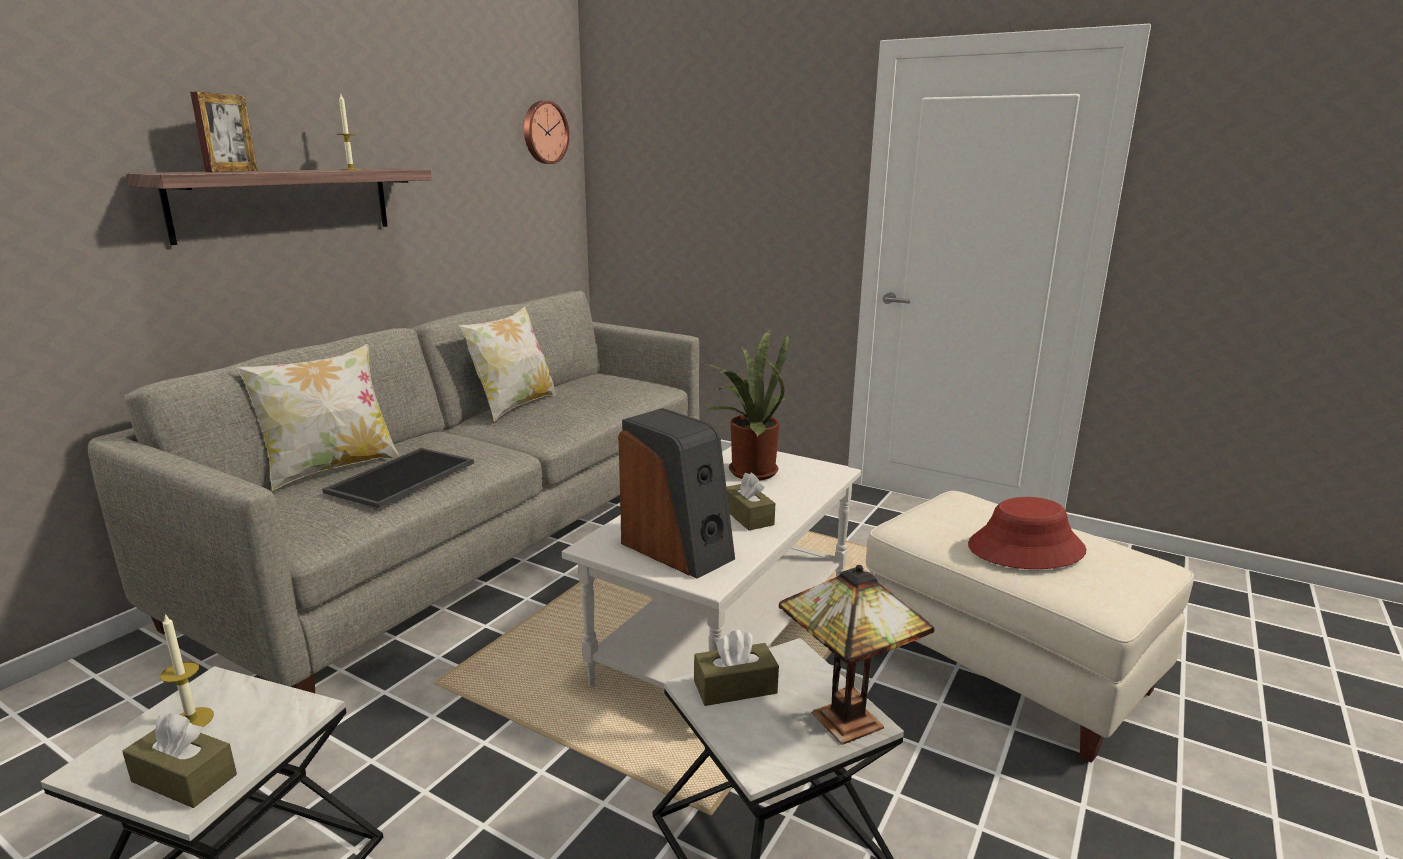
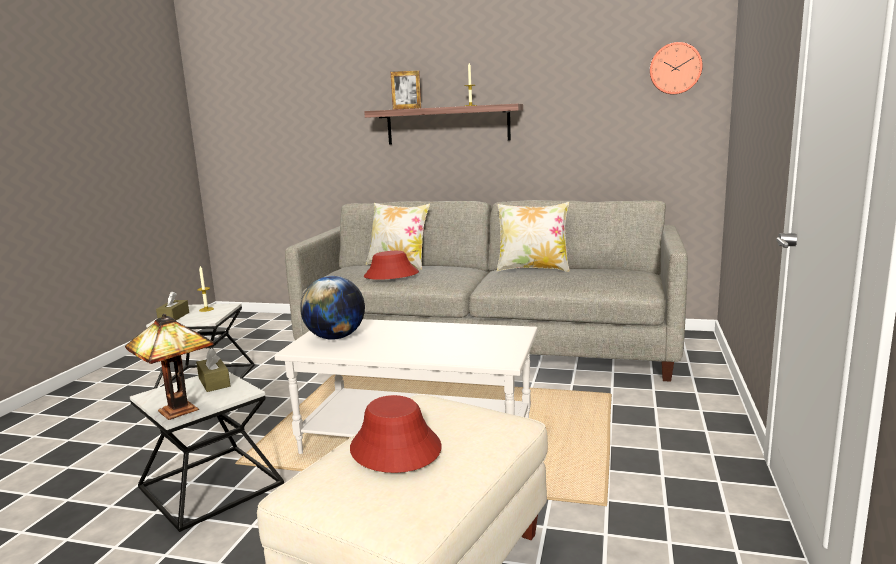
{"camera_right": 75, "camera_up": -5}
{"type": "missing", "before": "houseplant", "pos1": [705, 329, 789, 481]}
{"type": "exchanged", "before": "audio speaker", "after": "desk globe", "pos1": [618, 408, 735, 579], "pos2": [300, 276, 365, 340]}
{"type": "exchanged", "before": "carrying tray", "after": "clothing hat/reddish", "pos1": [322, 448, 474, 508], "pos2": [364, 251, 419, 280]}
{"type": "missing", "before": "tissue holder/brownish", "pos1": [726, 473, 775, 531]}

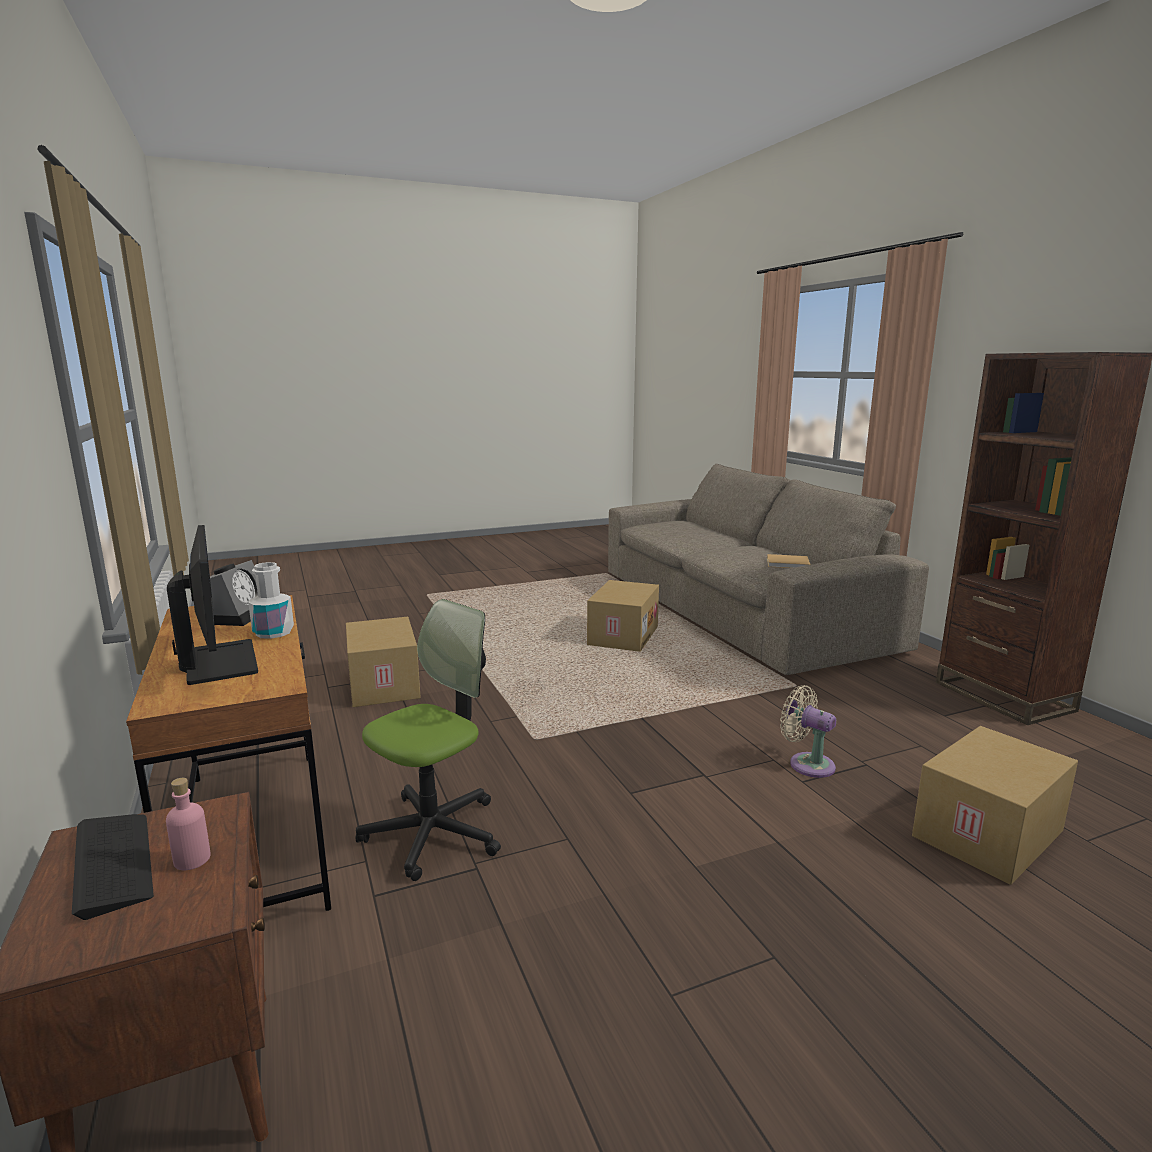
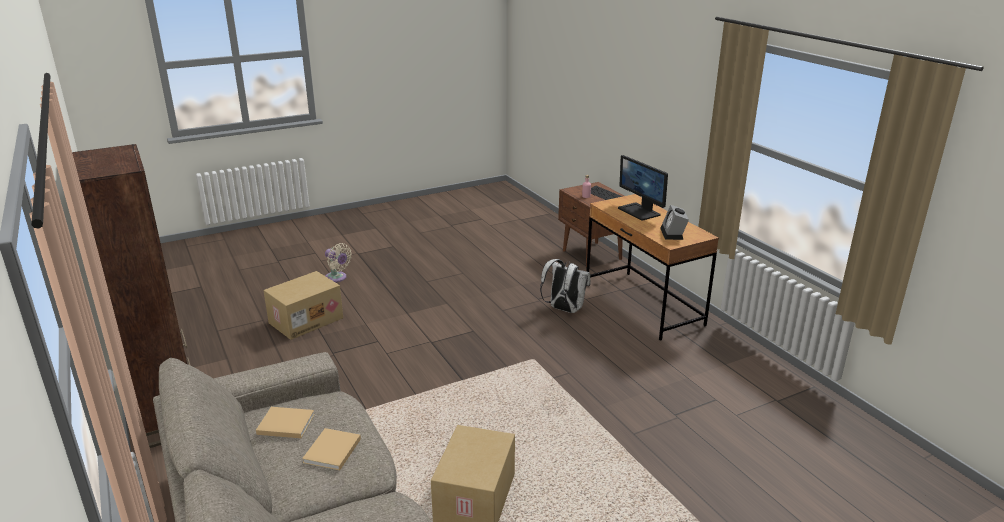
{"camera_right": 175, "camera_up": 10}
{"type": "missing", "before": "bottle/whitish", "pos1": [248, 562, 294, 639]}
{"type": "exchanged", "before": "desk chair", "after": "backpack/whitish", "pos1": [356, 599, 501, 881], "pos2": [540, 259, 590, 313]}
{"type": "missing", "before": "carton", "pos1": [346, 617, 421, 707]}
{"type": "relocated", "before": "electric fan/sand-coloured", "pos1": [780, 685, 836, 778], "pos2": [325, 243, 352, 282]}
{"type": "appeared", "after": "bound book/sand-coloured", "pos2": [302, 428, 361, 470]}

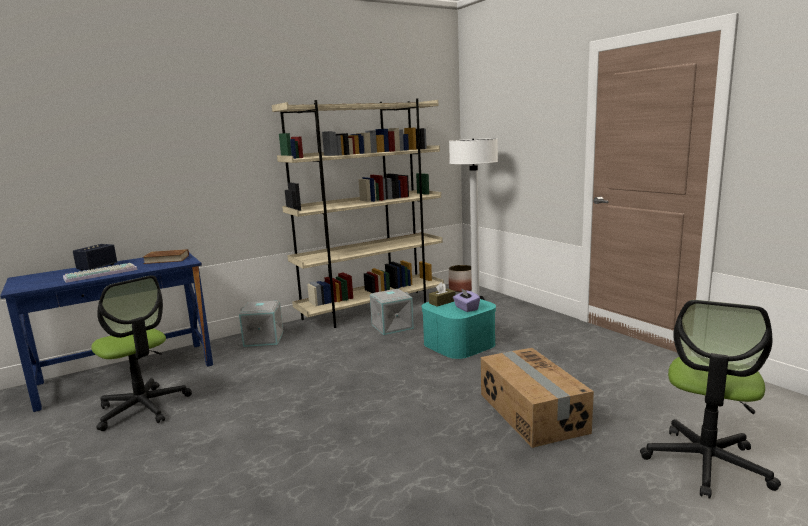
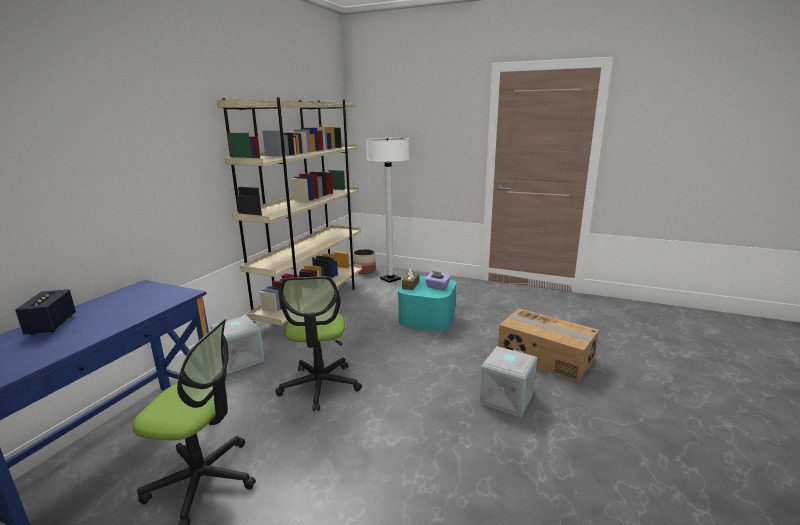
{"camera_right": -35, "camera_up": 5}
{"type": "missing", "before": "bound book/brownish", "pos1": [142, 249, 189, 264]}
{"type": "missing", "before": "keyboard", "pos1": [63, 263, 138, 283]}
{"type": "relocated", "before": "storage bin/gray", "pos1": [370, 289, 414, 335], "pos2": [479, 346, 537, 417]}
{"type": "relocated", "before": "desk chair", "pos1": [640, 300, 781, 499], "pos2": [276, 276, 362, 411]}

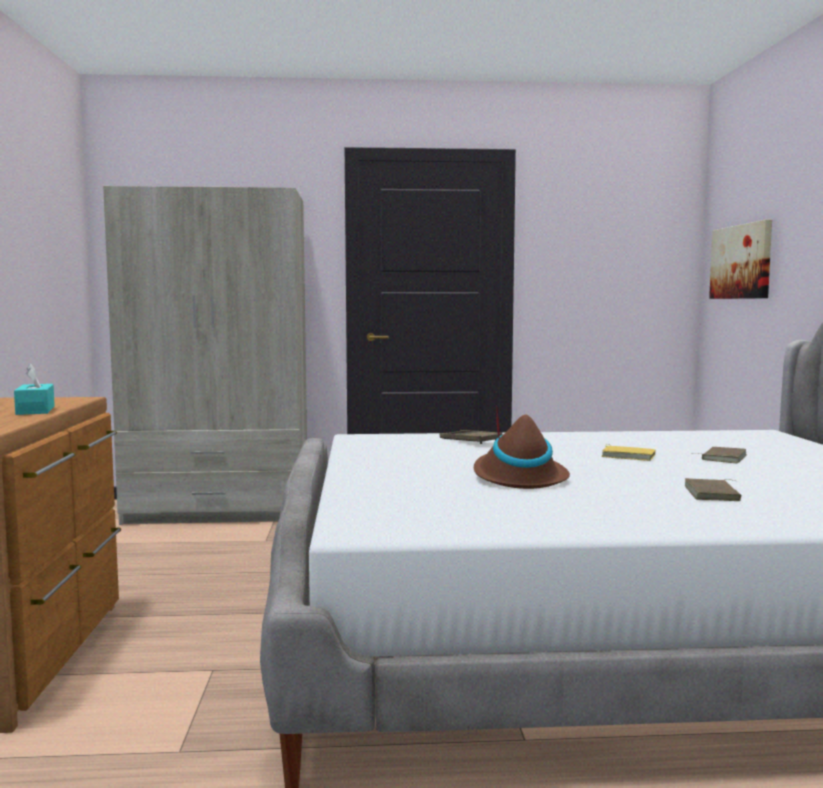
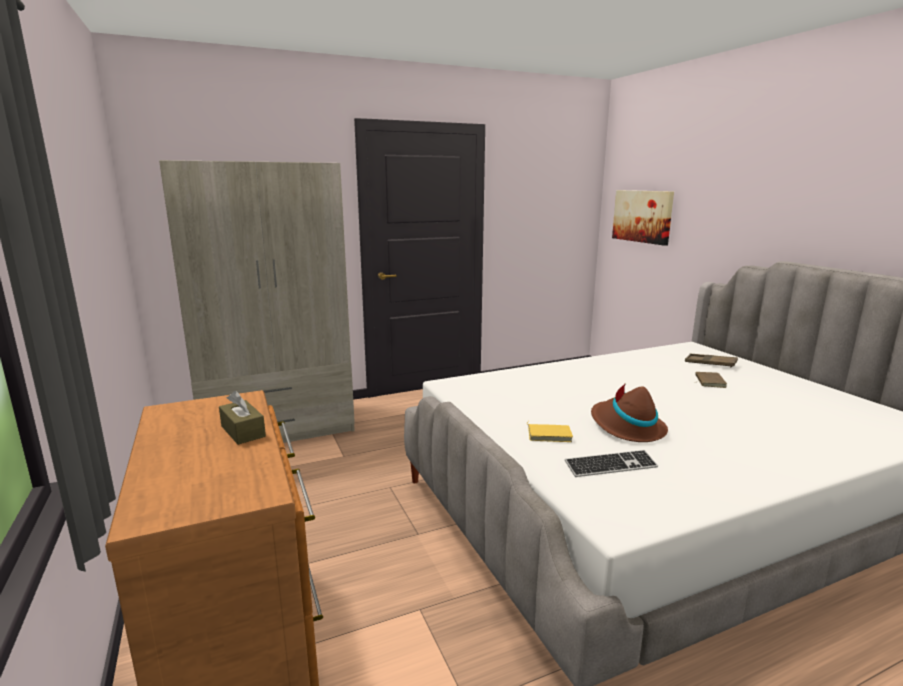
{"camera_right": -20, "camera_up": 10}
{"type": "colour", "before": "tissue holder/blue-green", "after": "tissue holder/brownish", "pos1": [14, 364, 55, 415], "pos2": [219, 391, 266, 445]}
{"type": "relocated", "before": "carrying tray/brownish", "pos1": [440, 430, 503, 444], "pos2": [685, 354, 738, 367]}
{"type": "relocated", "before": "bound book/yellow-coloured", "pos1": [601, 444, 655, 461], "pos2": [527, 421, 573, 442]}
{"type": "missing", "before": "bound book/brownish", "pos1": [685, 478, 741, 501]}
{"type": "appeared", "after": "keyboard", "pos2": [565, 450, 658, 477]}

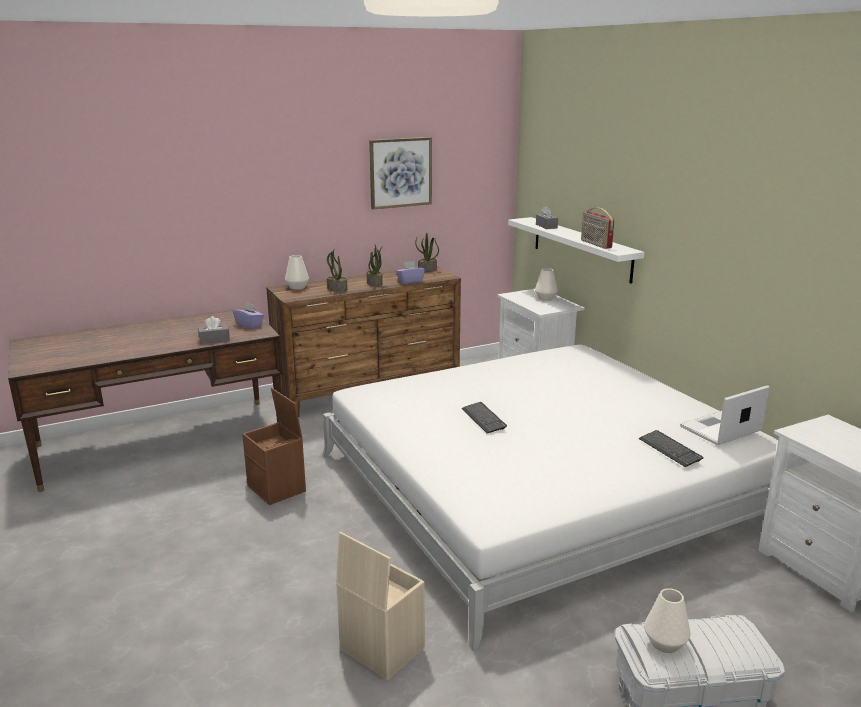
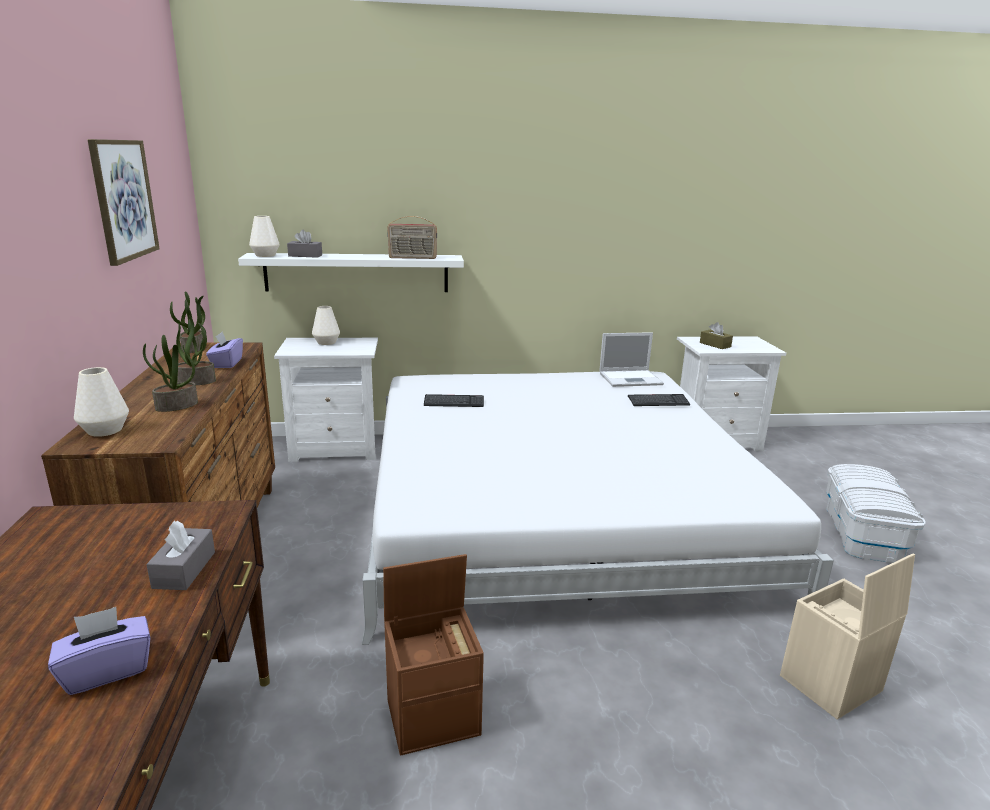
{"camera_right": -70, "camera_up": 0}
{"type": "relocated", "before": "tissue holder/purplish", "pos1": [233, 303, 264, 329], "pos2": [48, 607, 151, 695]}
{"type": "spun", "before": "portable computer", "pos1": [680, 385, 770, 445], "pos2": [599, 332, 664, 387], "turn": -90}
{"type": "relocated", "before": "keyboard", "pos1": [462, 402, 507, 434], "pos2": [424, 394, 484, 407]}
{"type": "relocated", "before": "flower vase/whitish", "pos1": [644, 588, 691, 653], "pos2": [249, 216, 280, 257]}
{"type": "appeared", "after": "tissue holder/brownish", "pos2": [700, 322, 733, 349]}

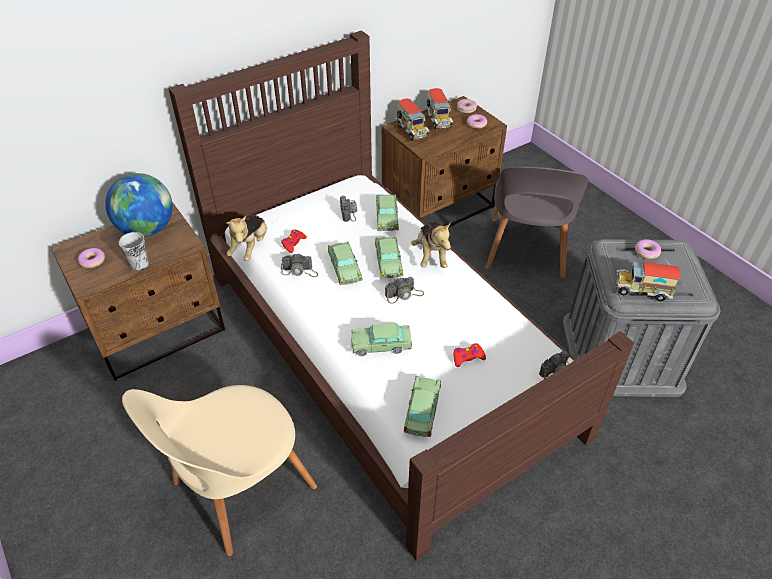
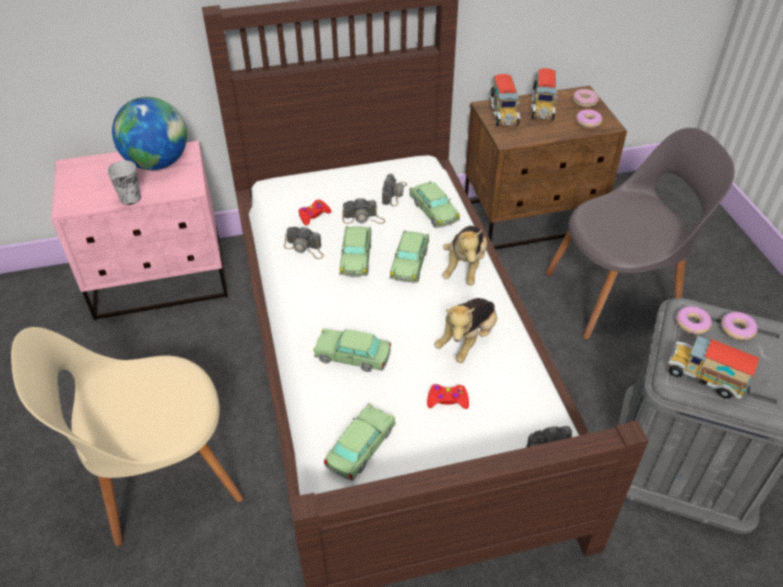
{"camera_right": 20, "camera_up": 0}
{"type": "spun", "before": "plain chair/gray", "pos1": [486, 166, 588, 279], "pos2": [546, 128, 735, 339], "turn": -135}
{"type": "spun", "before": "toy car", "pos1": [376, 194, 399, 231], "pos2": [409, 181, 460, 228], "turn": -45}
{"type": "colour", "before": "night table/brownish", "after": "night table/pinkish", "pos1": [51, 203, 225, 381], "pos2": [51, 141, 228, 320]}
{"type": "relocated", "before": "cuddly toy", "pos1": [227, 215, 267, 261], "pos2": [434, 298, 497, 363]}
{"type": "relocated", "before": "doughnut", "pos1": [78, 248, 105, 268], "pos2": [676, 306, 712, 335]}
{"type": "relocated", "before": "photo camera", "pos1": [385, 277, 424, 304], "pos2": [342, 198, 385, 224]}

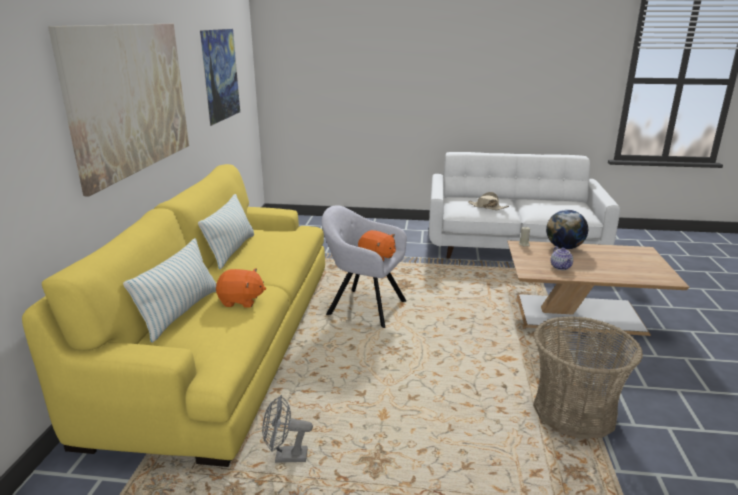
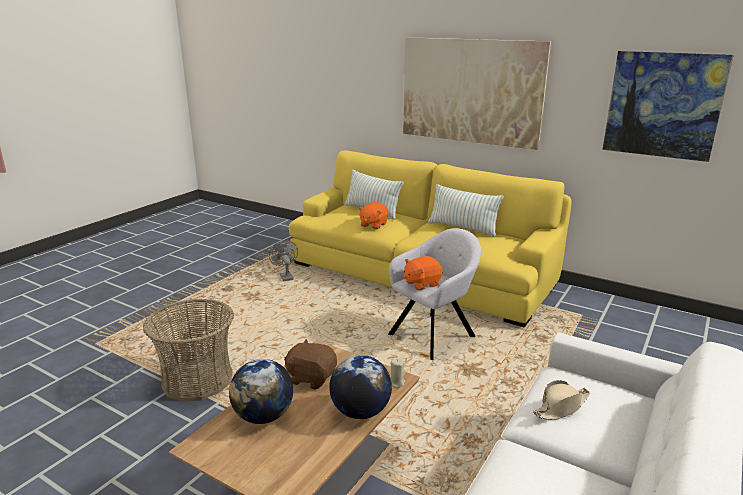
{"camera_right": 115, "camera_up": 0}
{"type": "exchanged", "before": "pot for tea", "after": "cuddly toy/brownish", "pos1": [551, 246, 573, 270], "pos2": [284, 339, 337, 390]}
{"type": "spun", "before": "electric fan/gray", "pos1": [262, 395, 313, 463], "pos2": [269, 241, 298, 281], "turn": -45}
{"type": "appeared", "after": "desk globe", "pos2": [229, 359, 293, 424]}

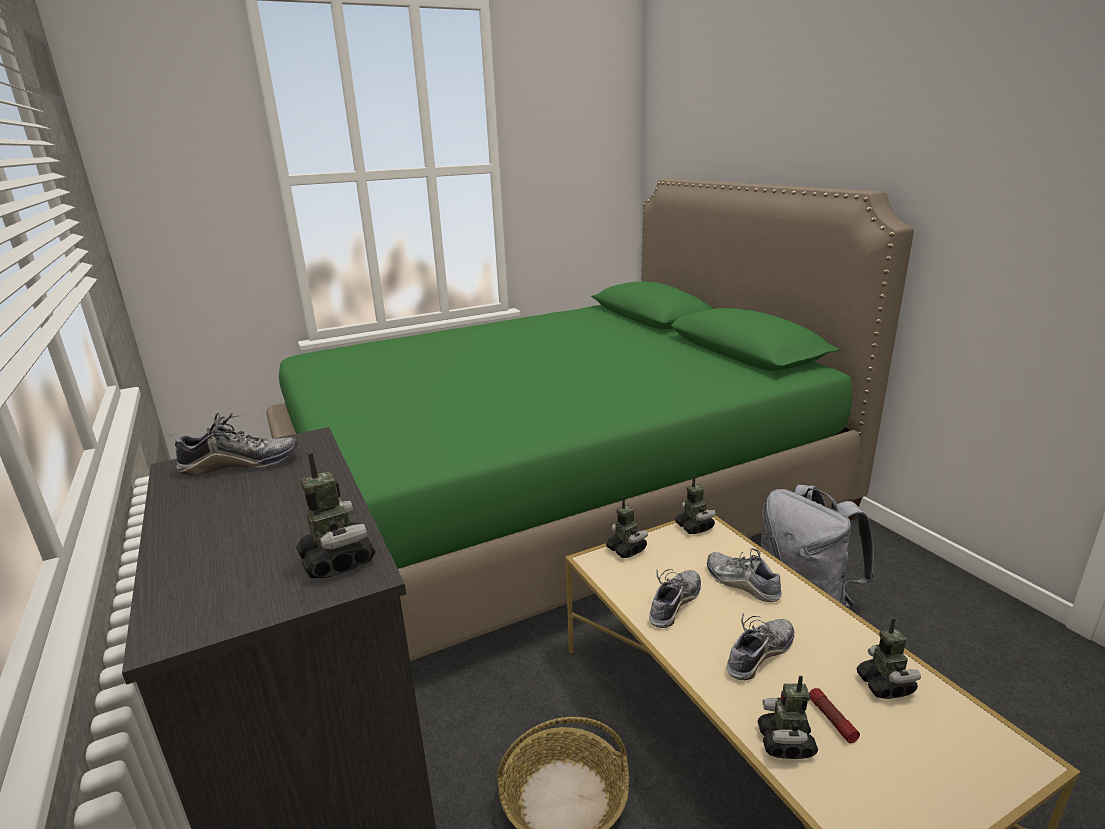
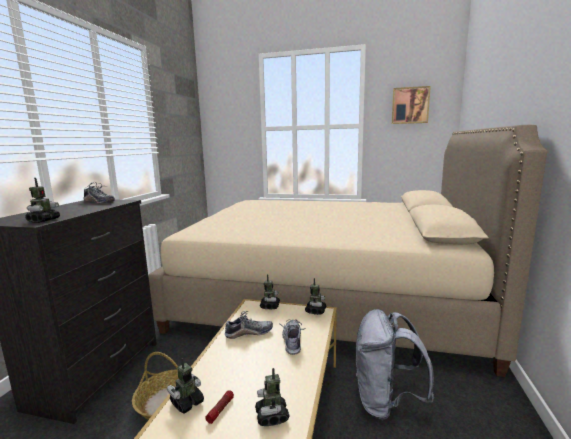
{"camera_right": 40, "camera_up": -10}
{"type": "colour", "before": "bedroom bed/greenish", "after": "bedroom bed/sand-coloured", "pos1": [266, 178, 914, 661], "pos2": [148, 125, 547, 377]}
{"type": "missing", "before": "low shoe", "pos1": [726, 613, 794, 680]}
{"type": "spun", "before": "model robot", "pos1": [856, 618, 921, 699], "pos2": [255, 368, 289, 426], "turn": 135}
{"type": "appeared", "after": "wall art", "pos2": [392, 86, 431, 124]}

